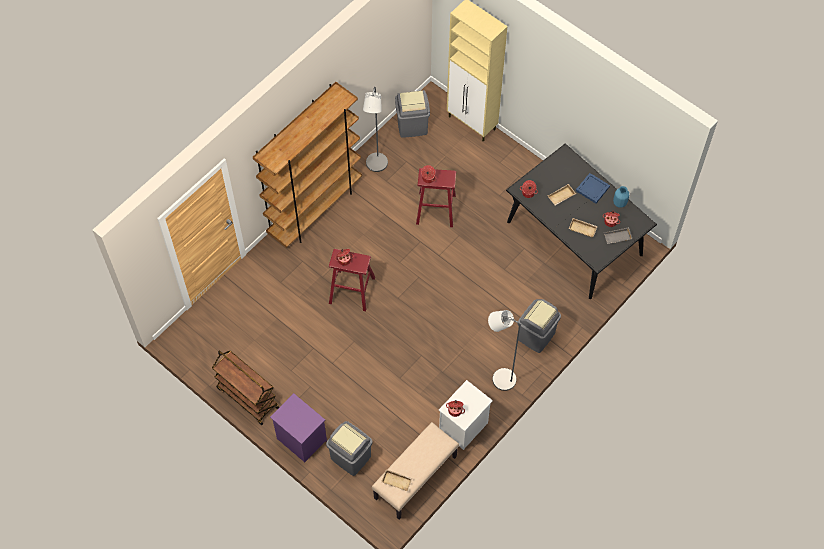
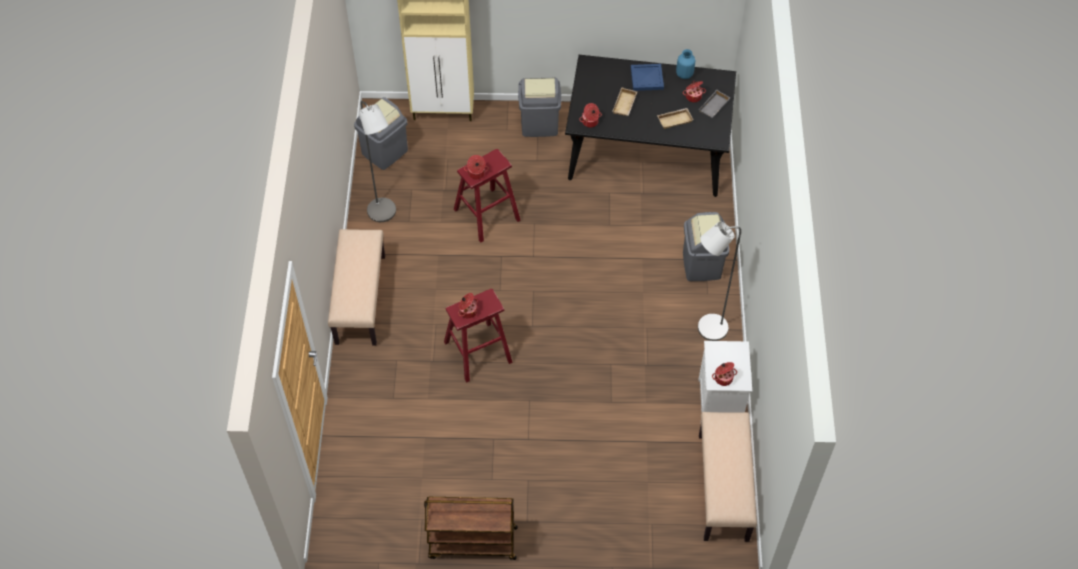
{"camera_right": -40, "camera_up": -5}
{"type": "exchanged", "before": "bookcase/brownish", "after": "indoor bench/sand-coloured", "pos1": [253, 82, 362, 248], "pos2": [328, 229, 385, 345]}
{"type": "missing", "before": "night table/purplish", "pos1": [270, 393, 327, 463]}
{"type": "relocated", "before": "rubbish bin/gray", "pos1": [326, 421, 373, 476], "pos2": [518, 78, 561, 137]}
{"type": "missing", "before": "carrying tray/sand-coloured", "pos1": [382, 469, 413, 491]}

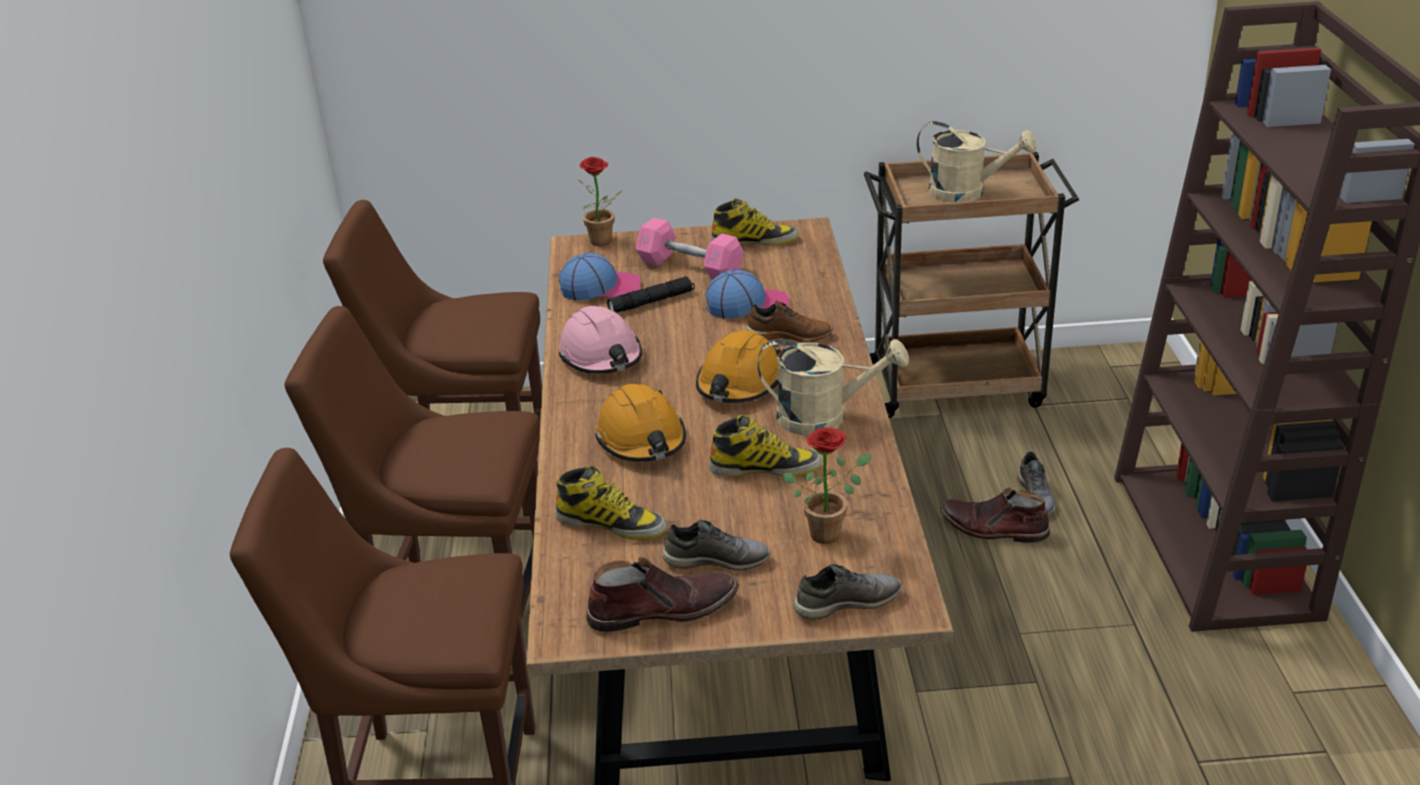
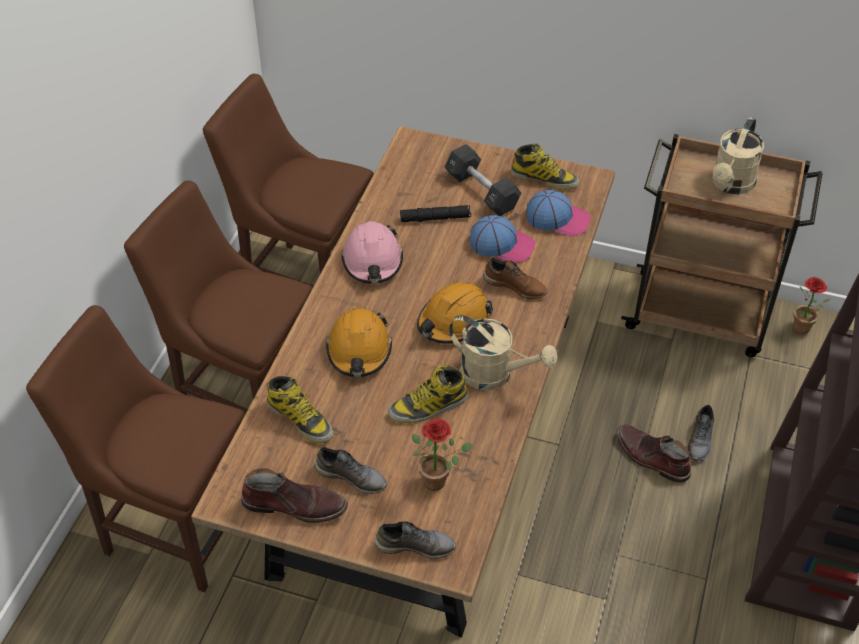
{"camera_right": 20, "camera_up": 15}
{"type": "spun", "before": "sprinkling can/sand-coloured", "pos1": [916, 121, 1037, 202], "pos2": [712, 117, 764, 194], "turn": 75}
{"type": "relocated", "before": "houseplant", "pos1": [578, 157, 623, 246], "pos2": [793, 277, 830, 334]}
{"type": "colour", "before": "free weight/pinkish", "after": "free weight/black", "pos1": [636, 218, 744, 280], "pos2": [444, 144, 522, 216]}
{"type": "relocated", "before": "peaked cap", "pos1": [559, 253, 640, 300], "pos2": [527, 190, 591, 237]}
{"type": "spun", "before": "high-top boot", "pos1": [709, 414, 822, 477], "pos2": [388, 364, 468, 423], "turn": 135}

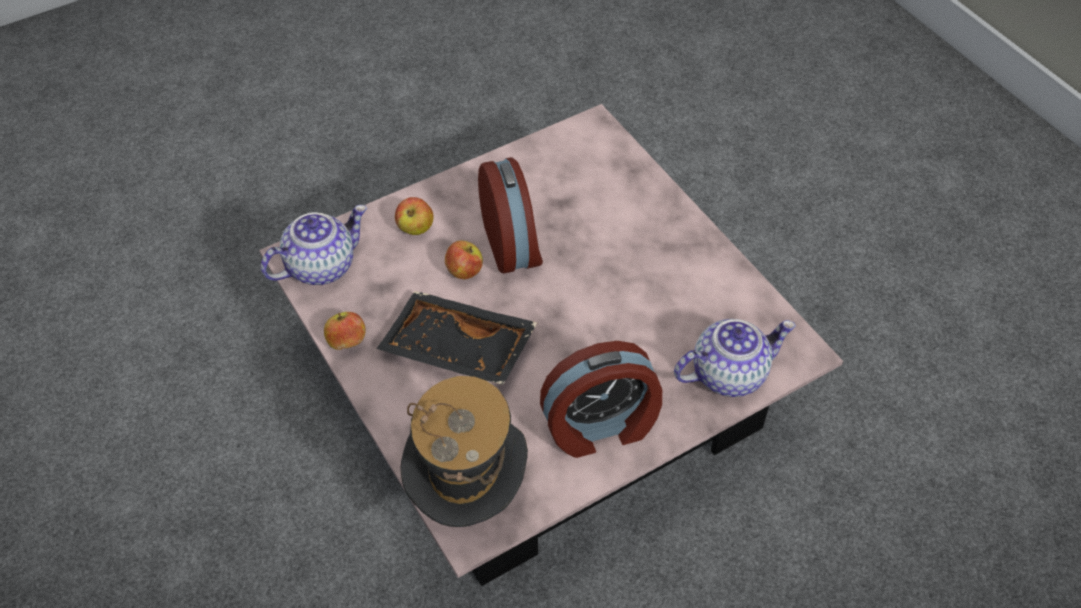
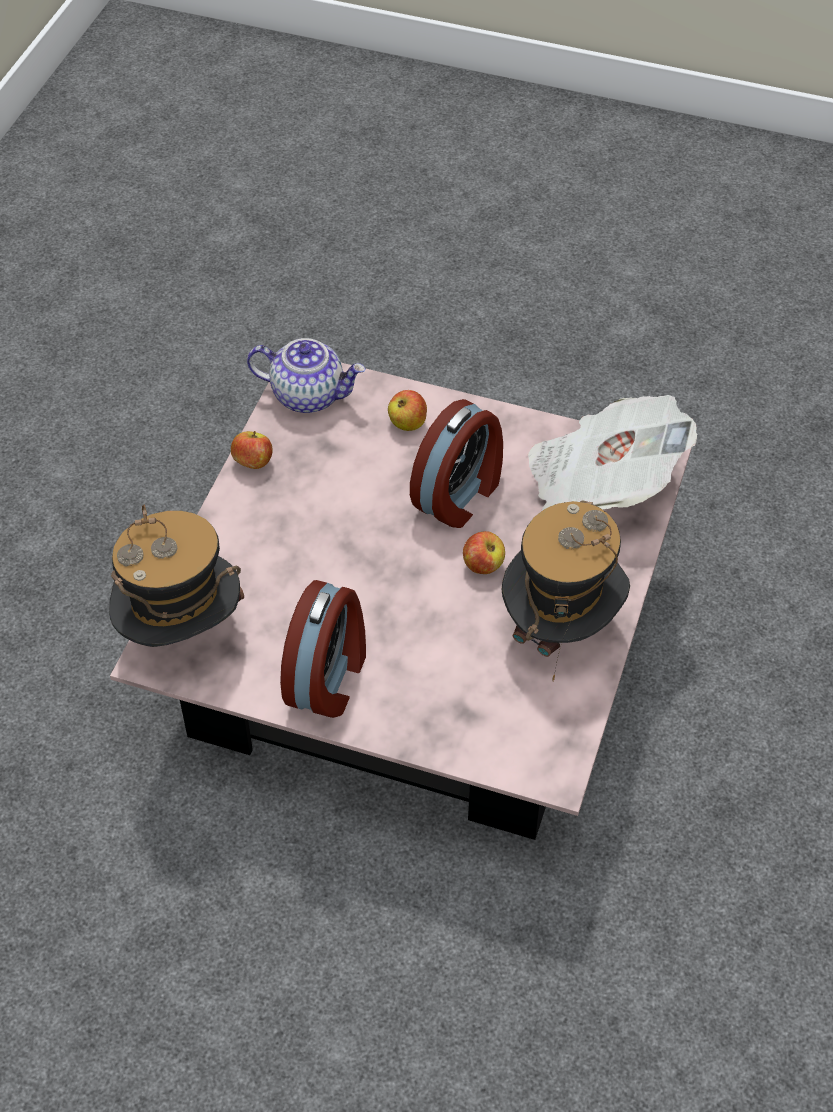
{"camera_right": 50, "camera_up": 0}
{"type": "relocated", "before": "apple", "pos1": [445, 241, 483, 279], "pos2": [463, 531, 505, 574]}
{"type": "missing", "before": "carrying tray/black", "pos1": [377, 291, 537, 385]}
{"type": "missing", "before": "pot for tea", "pos1": [674, 319, 796, 397]}
{"type": "spun", "before": "table clock", "pos1": [540, 341, 662, 458], "pos2": [280, 580, 366, 718], "turn": -105}
{"type": "appeared", "after": "daily paper", "pos2": [528, 395, 697, 511]}
{"type": "appeared", "after": "clothing hat", "pos2": [501, 500, 630, 681]}

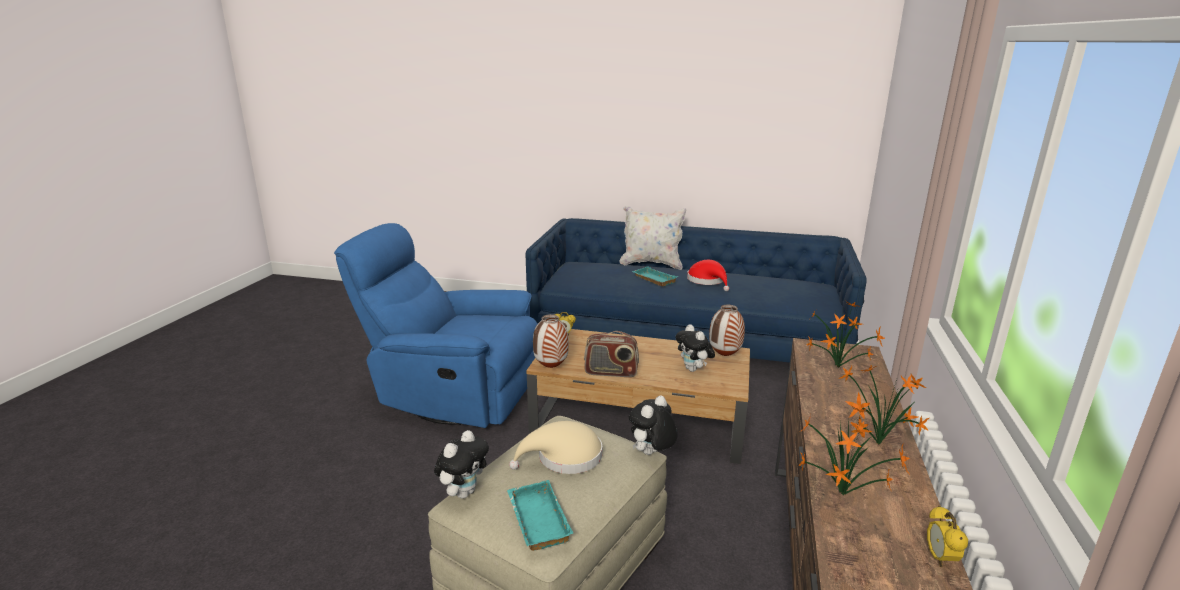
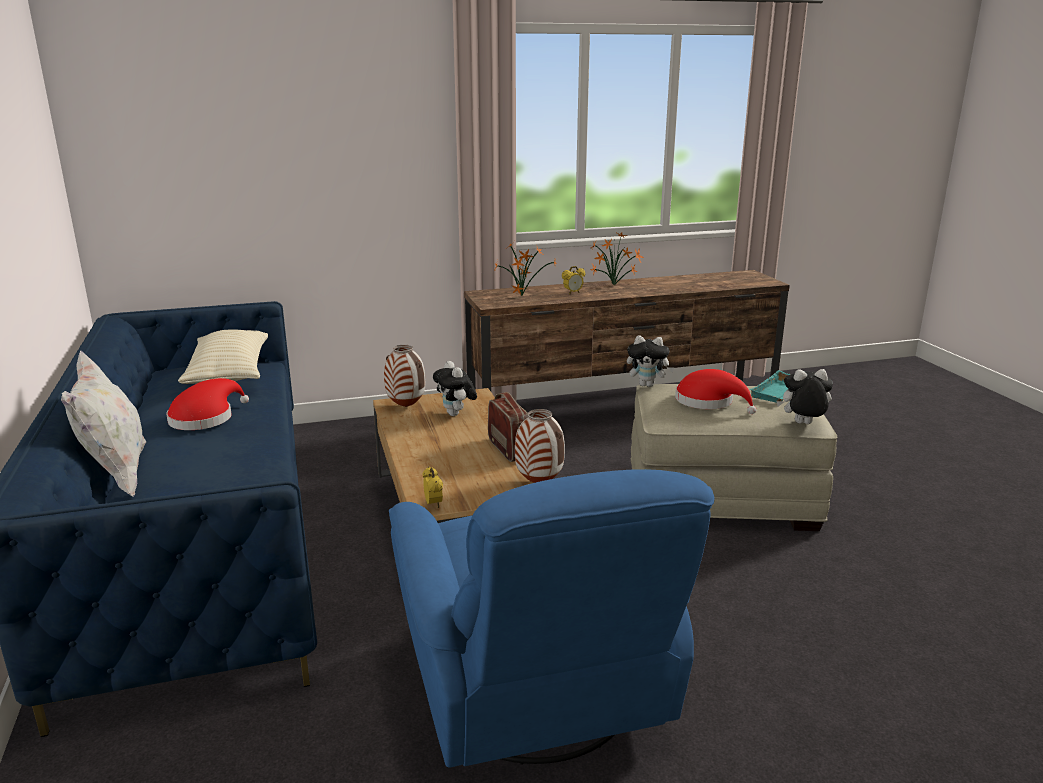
{"camera_right": -120, "camera_up": 0}
{"type": "missing", "before": "carrying tray/blue-green", "pos1": [632, 266, 678, 286]}
{"type": "spun", "before": "cuddly toy", "pos1": [675, 324, 715, 372], "pos2": [433, 361, 477, 416], "turn": 120}
{"type": "missing", "before": "houseplant", "pos1": [798, 405, 910, 496]}
{"type": "colour", "before": "clothing hat/sand-coloured", "after": "clothing hat/reddish", "pos1": [509, 421, 602, 474], "pos2": [675, 369, 756, 414]}
{"type": "relocated", "before": "table clock", "pos1": [927, 506, 968, 567], "pos2": [562, 266, 585, 294]}
{"type": "appeared", "after": "pillow/sand-coloured", "pos2": [178, 329, 268, 384]}

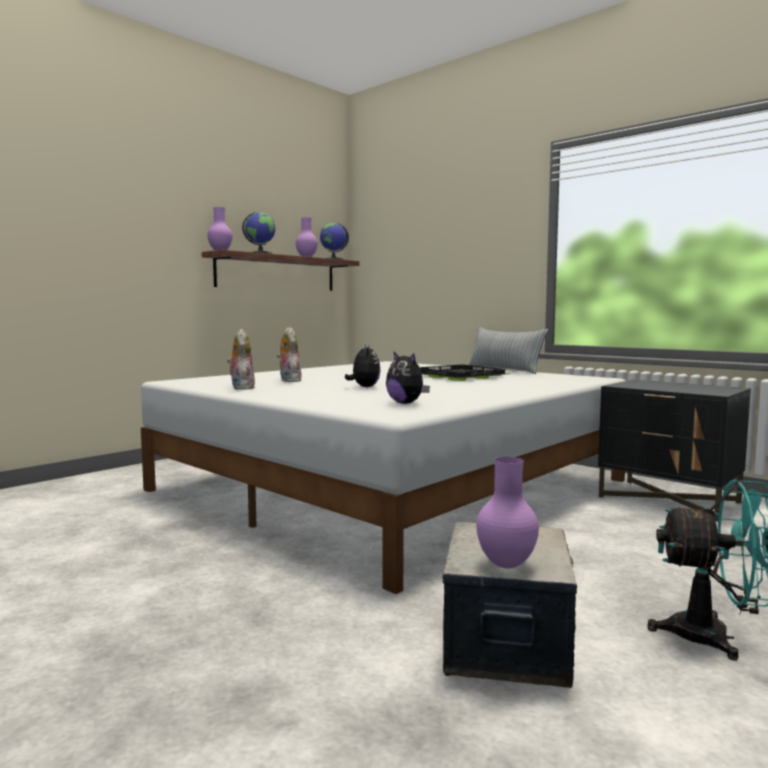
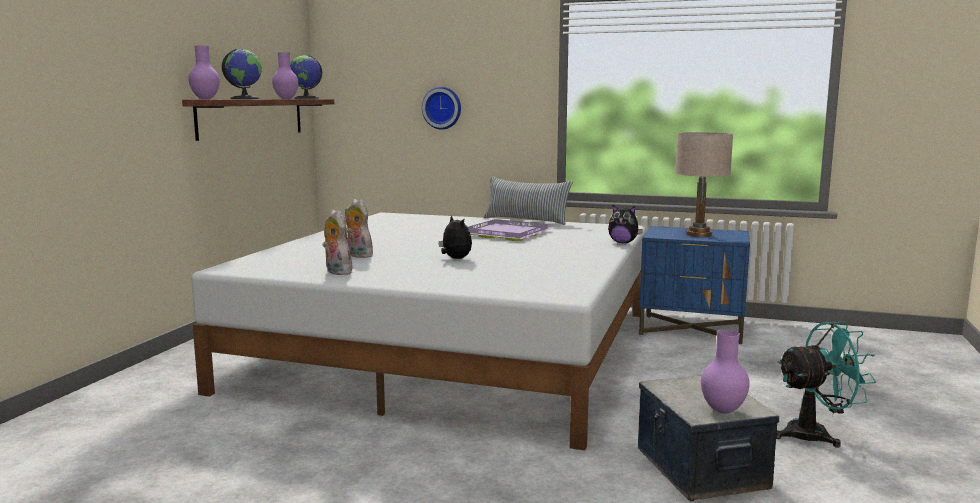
{"camera_right": -25, "camera_up": 5}
{"type": "relocated", "before": "cuddly toy", "pos1": [386, 352, 430, 404], "pos2": [608, 205, 643, 243]}
{"type": "colour", "before": "carrying tray/black", "after": "carrying tray/purplish", "pos1": [419, 364, 508, 381], "pos2": [468, 219, 553, 241]}
{"type": "colour", "before": "night table/black", "after": "night table/blue-coloured", "pos1": [598, 380, 751, 522], "pos2": [639, 226, 750, 344]}
{"type": "appeared", "after": "wall clock", "pos2": [422, 87, 461, 130]}
{"type": "appeared", "after": "lamp for a table/sand-coloured", "pos2": [675, 132, 733, 237]}

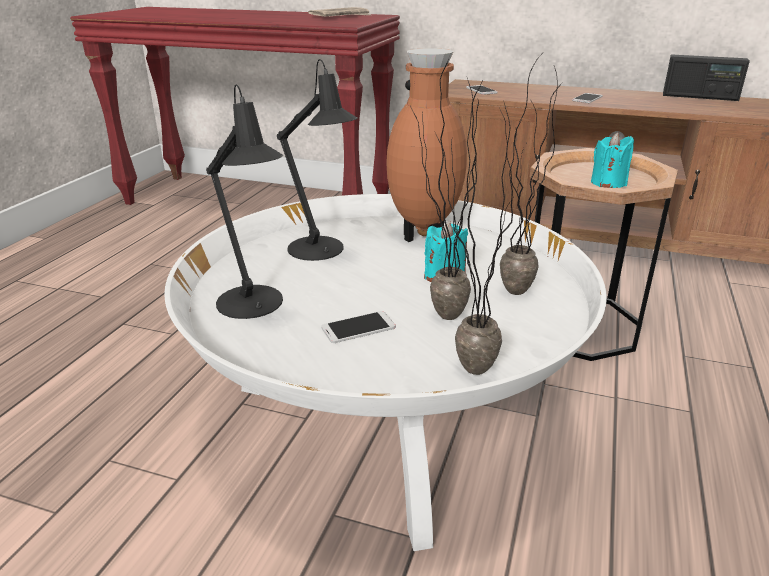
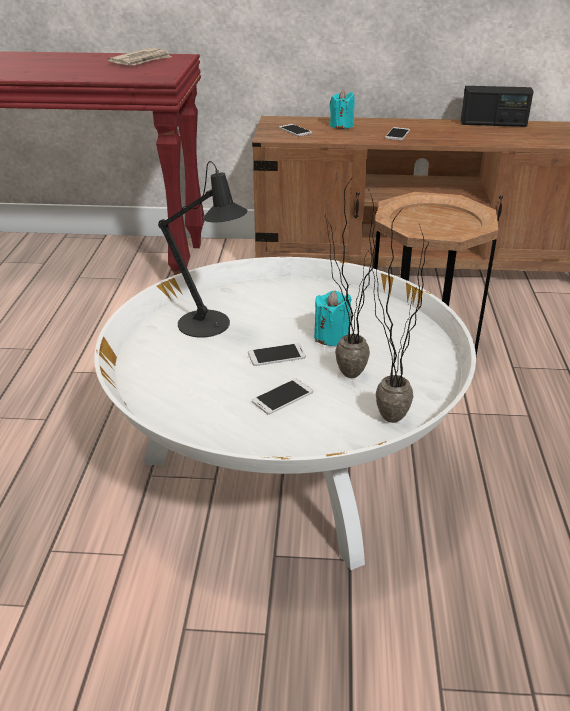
{"camera_right": -15, "camera_up": 5}
{"type": "missing", "before": "flower vase/brownish", "pos1": [386, 48, 467, 242]}
{"type": "missing", "before": "houseplant", "pos1": [499, 54, 562, 295]}
{"type": "missing", "before": "lamp for a table/black", "pos1": [206, 84, 283, 319]}
{"type": "relocated", "before": "wax candle/blue-green", "pos1": [591, 132, 634, 188], "pos2": [330, 89, 355, 129]}
{"type": "appeared", "after": "phone", "pos2": [248, 343, 306, 366]}

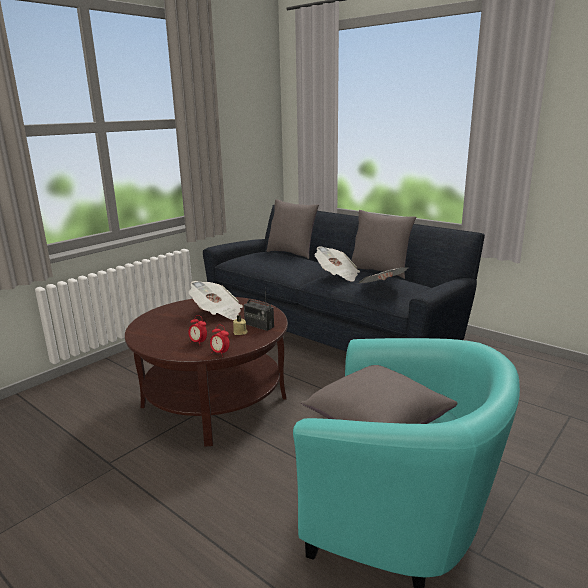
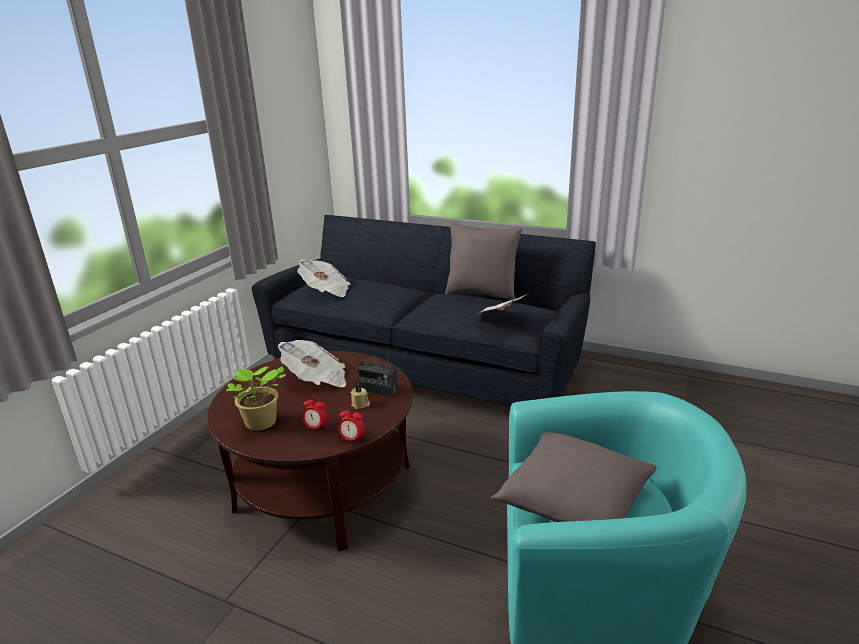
{"camera_right": -15, "camera_up": 5}
{"type": "missing", "before": "pillow/gray", "pos1": [267, 199, 319, 259]}
{"type": "relocated", "before": "daily paper", "pos1": [314, 246, 360, 282], "pos2": [297, 260, 351, 297]}
{"type": "appeared", "after": "houseplant", "pos2": [226, 366, 286, 431]}

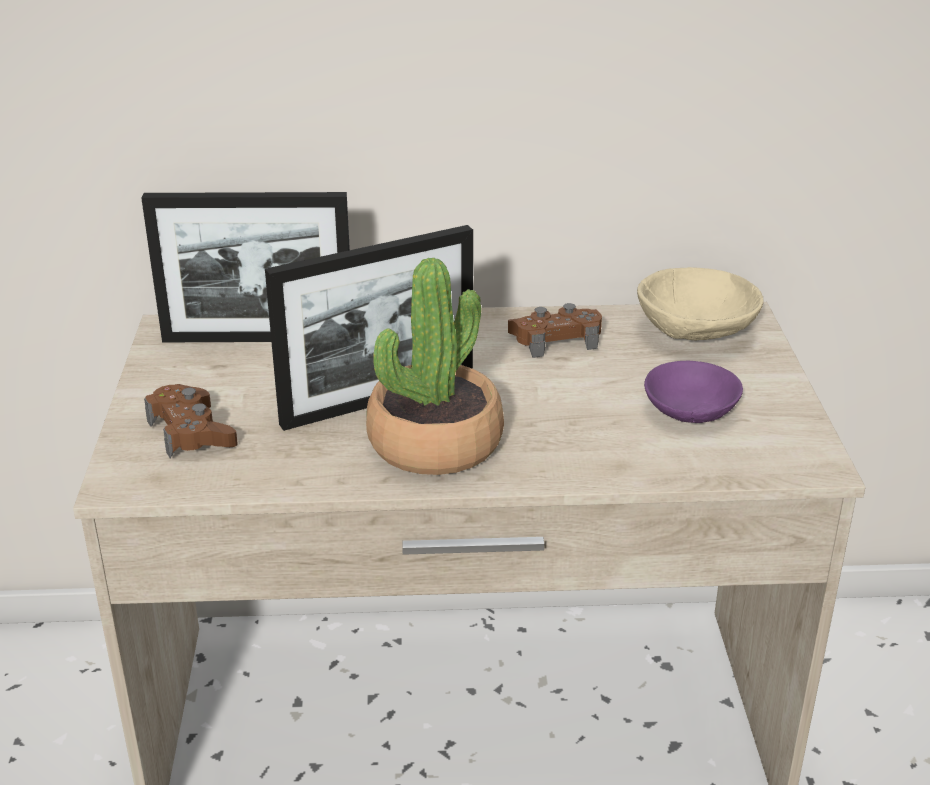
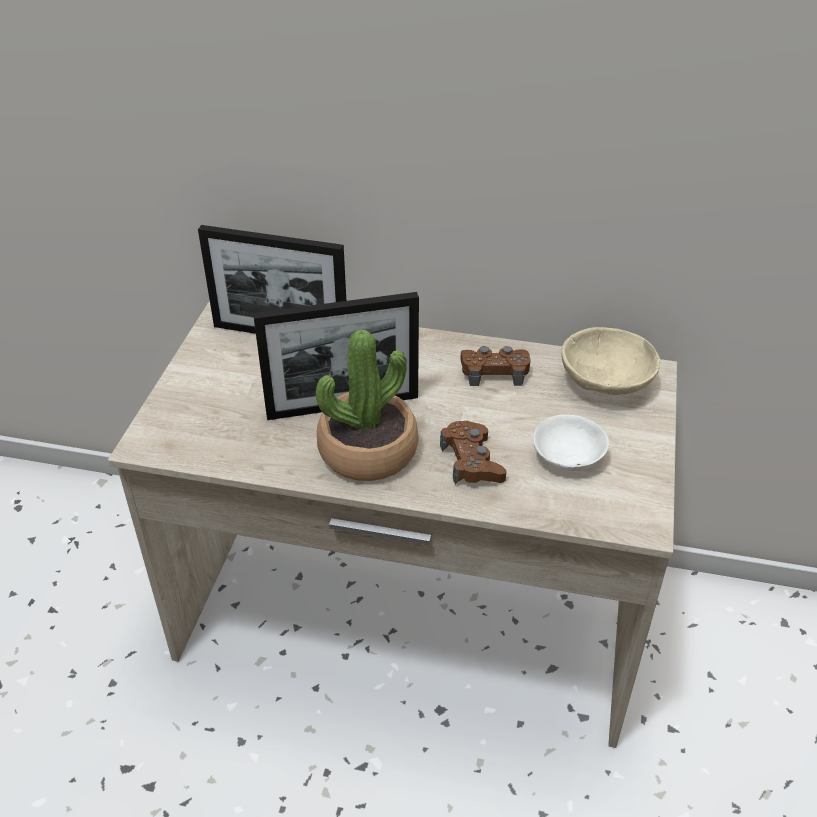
{"camera_right": 15, "camera_up": 10}
{"type": "colour", "before": "serving bowl/purplish", "after": "serving bowl/whitish", "pos1": [644, 361, 743, 423], "pos2": [533, 415, 609, 471]}
{"type": "relocated", "before": "game controller/brownish", "pos1": [144, 384, 238, 458], "pos2": [440, 421, 506, 485]}

